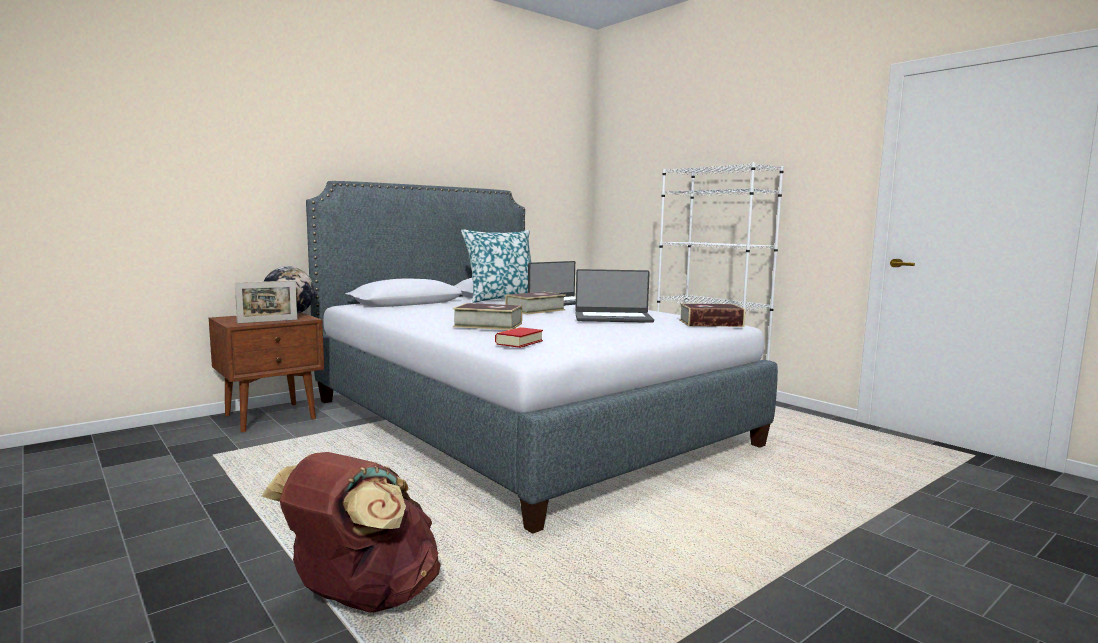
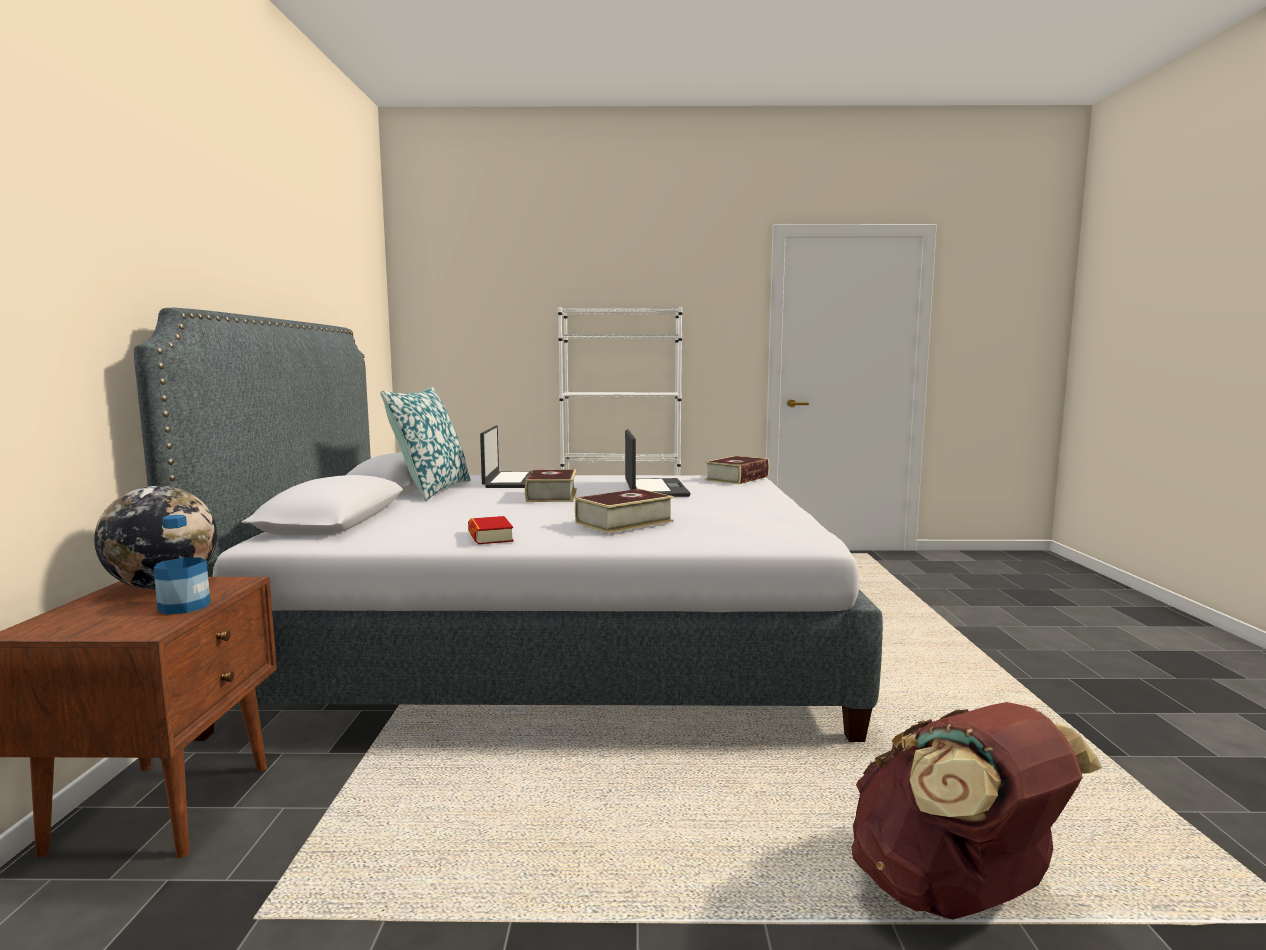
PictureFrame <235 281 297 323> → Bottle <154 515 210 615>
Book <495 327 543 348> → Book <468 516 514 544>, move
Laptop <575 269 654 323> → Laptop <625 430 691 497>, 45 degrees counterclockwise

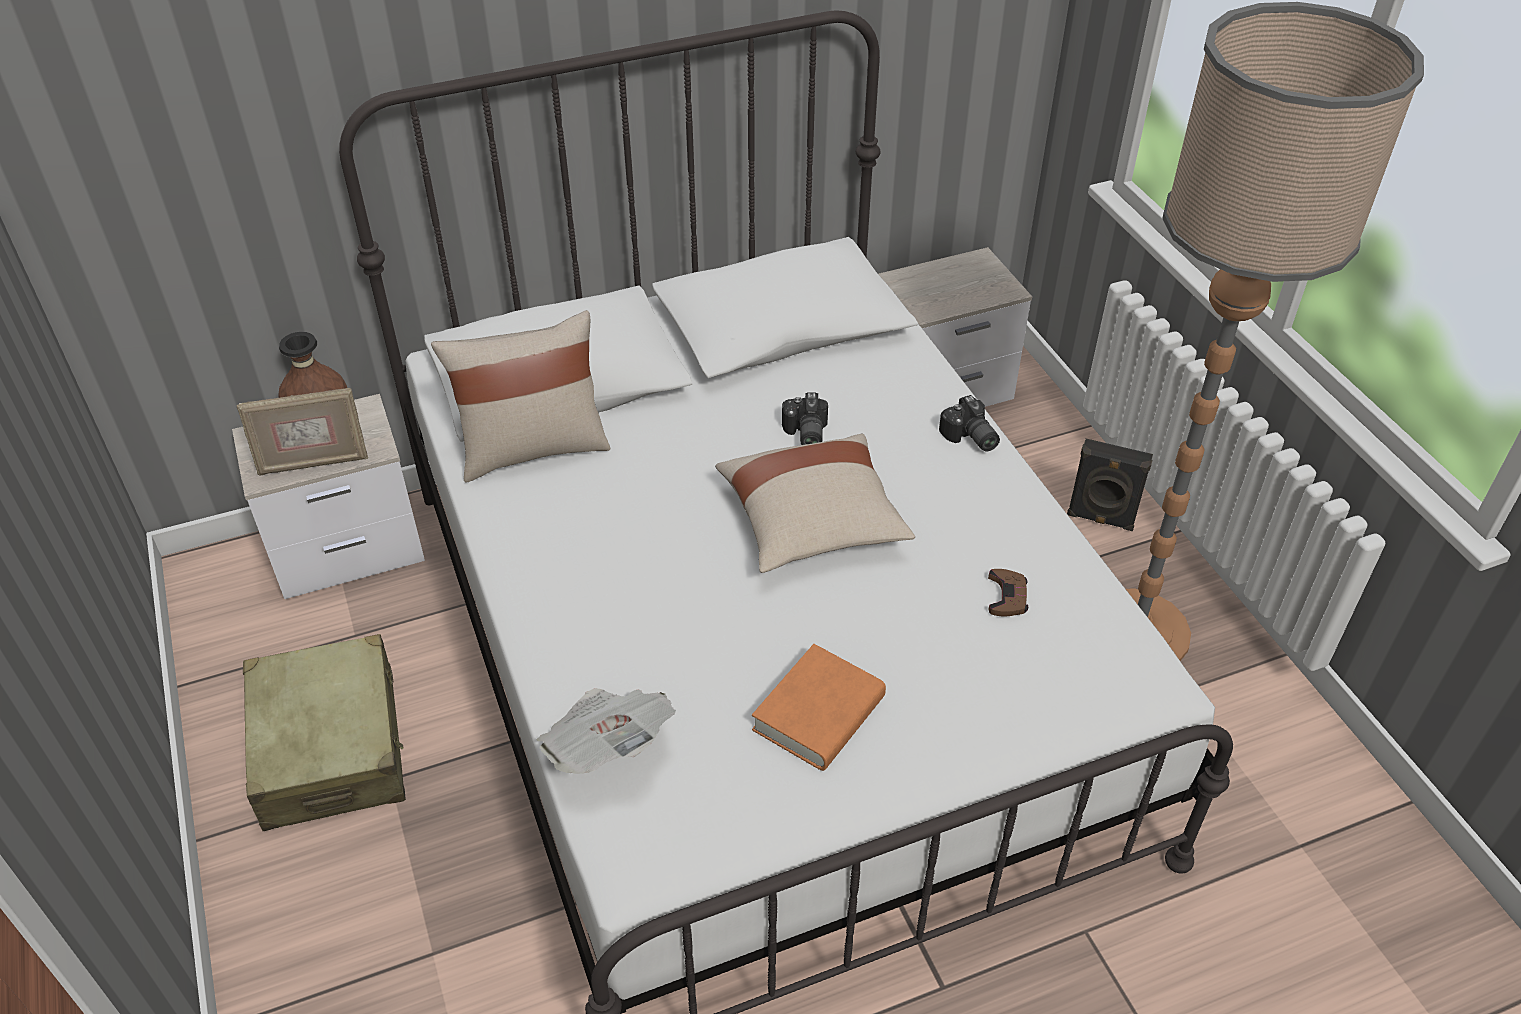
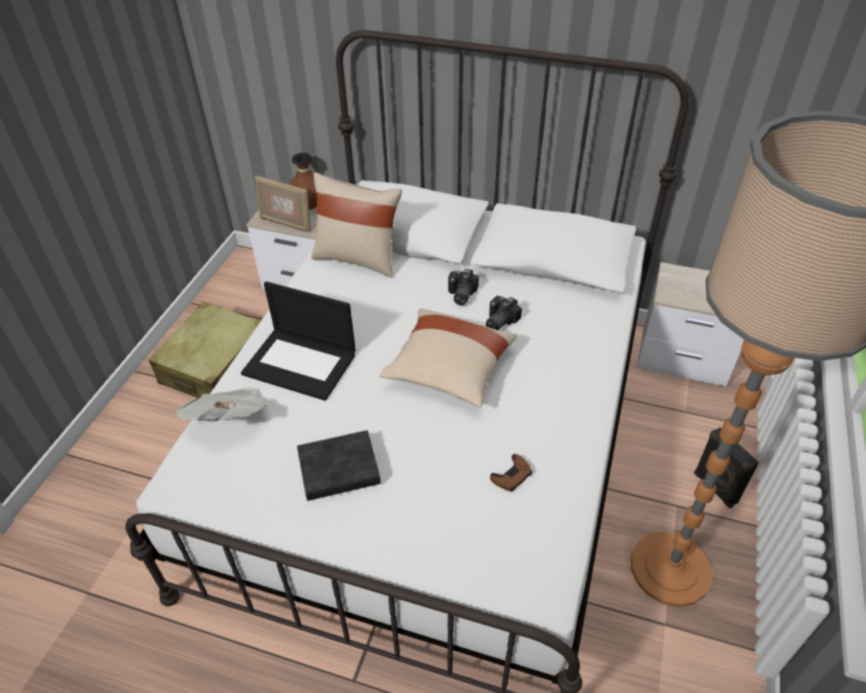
- → Laptop <241 281 356 401>
OrangeBook <752 644 886 771> → BlackBook <297 430 381 501>
PhotoCamera <939 395 1000 452> → PhotoCamera <448 269 479 305>, move

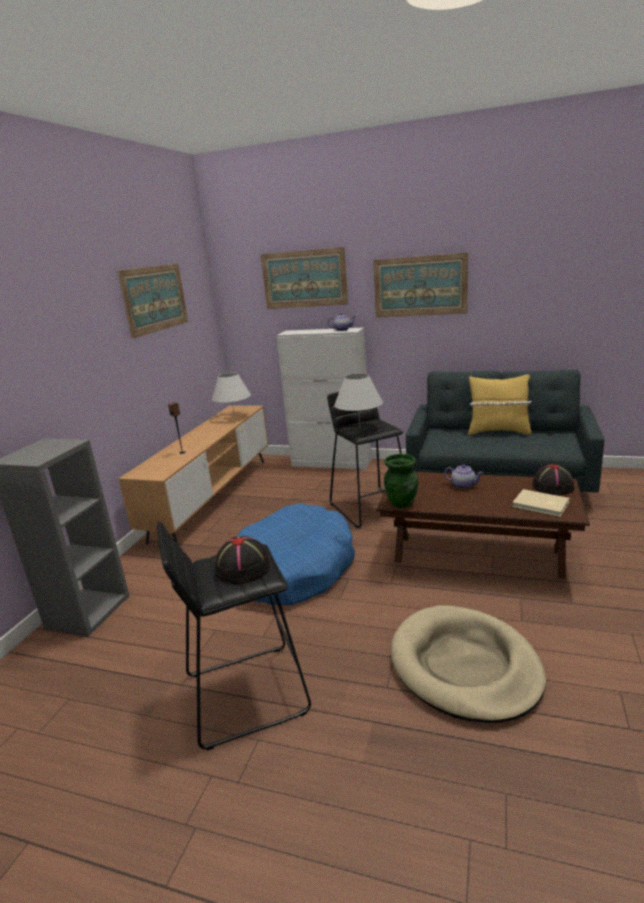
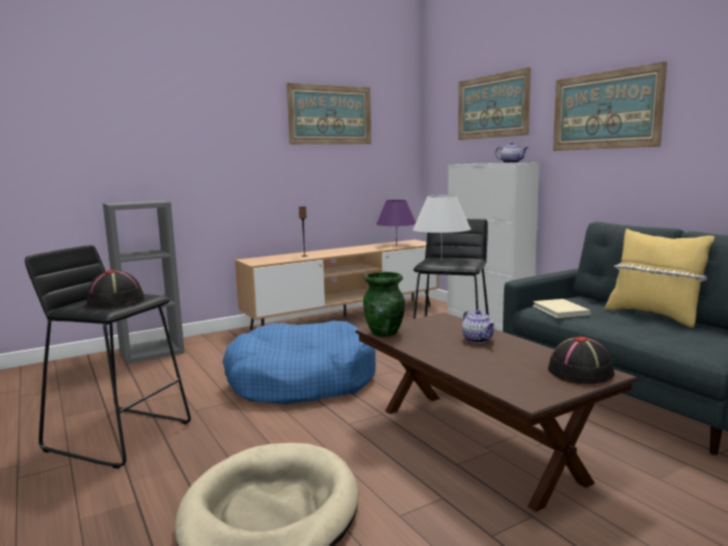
WhiteTableLamp <212 372 251 417> → PurpleTableLamp <376 200 416 246>
BeigeBook <512 489 570 517> → BeigeBook <533 299 591 318>, move

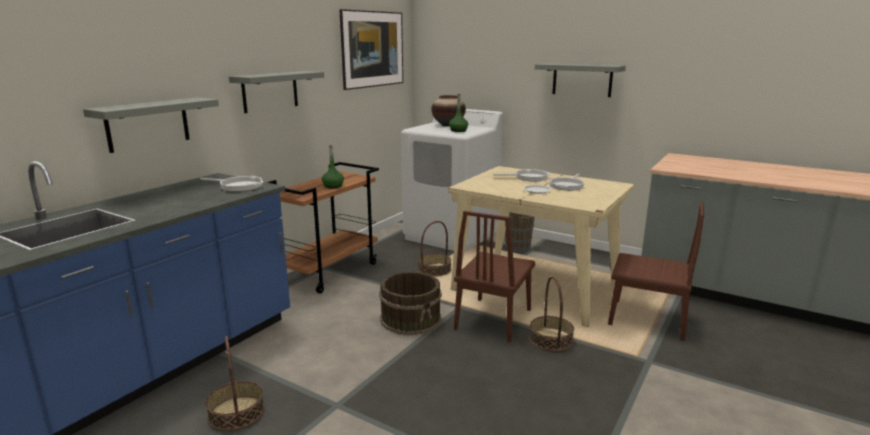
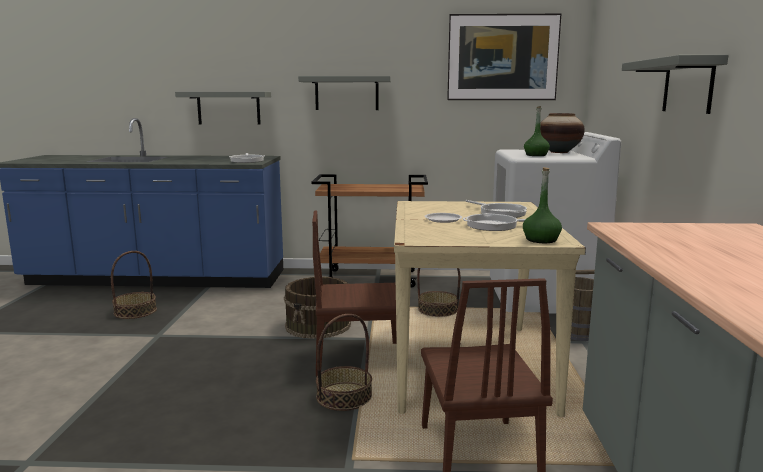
GreenBottle <322 145 344 188> → GreenBottle <523 167 562 243>, move

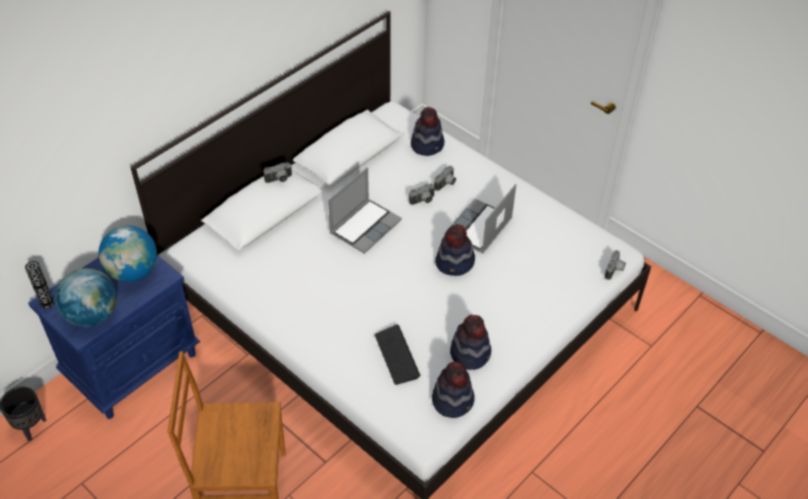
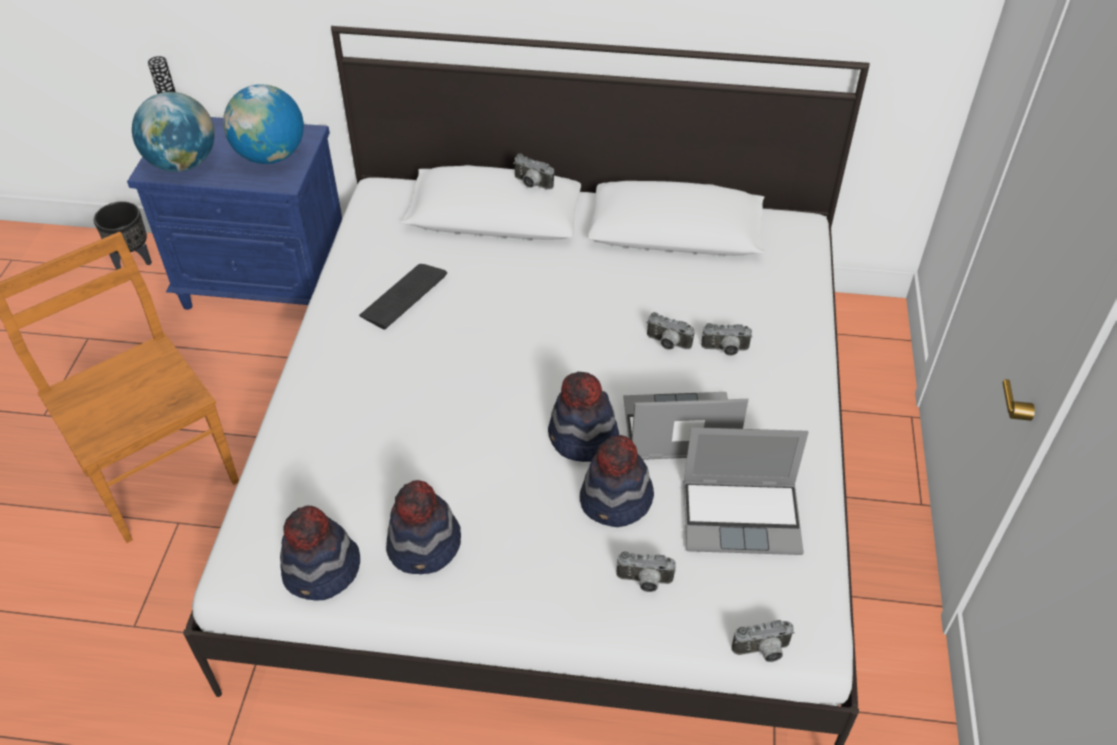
Keyboard <375 325 420 385> → Keyboard <359 264 447 330>, move
Hat <411 107 444 156> → Hat <580 435 654 527>, move
- → PhotoCamera <616 551 676 592>
Laptop <328 168 402 254> → Laptop <683 427 809 555>, move

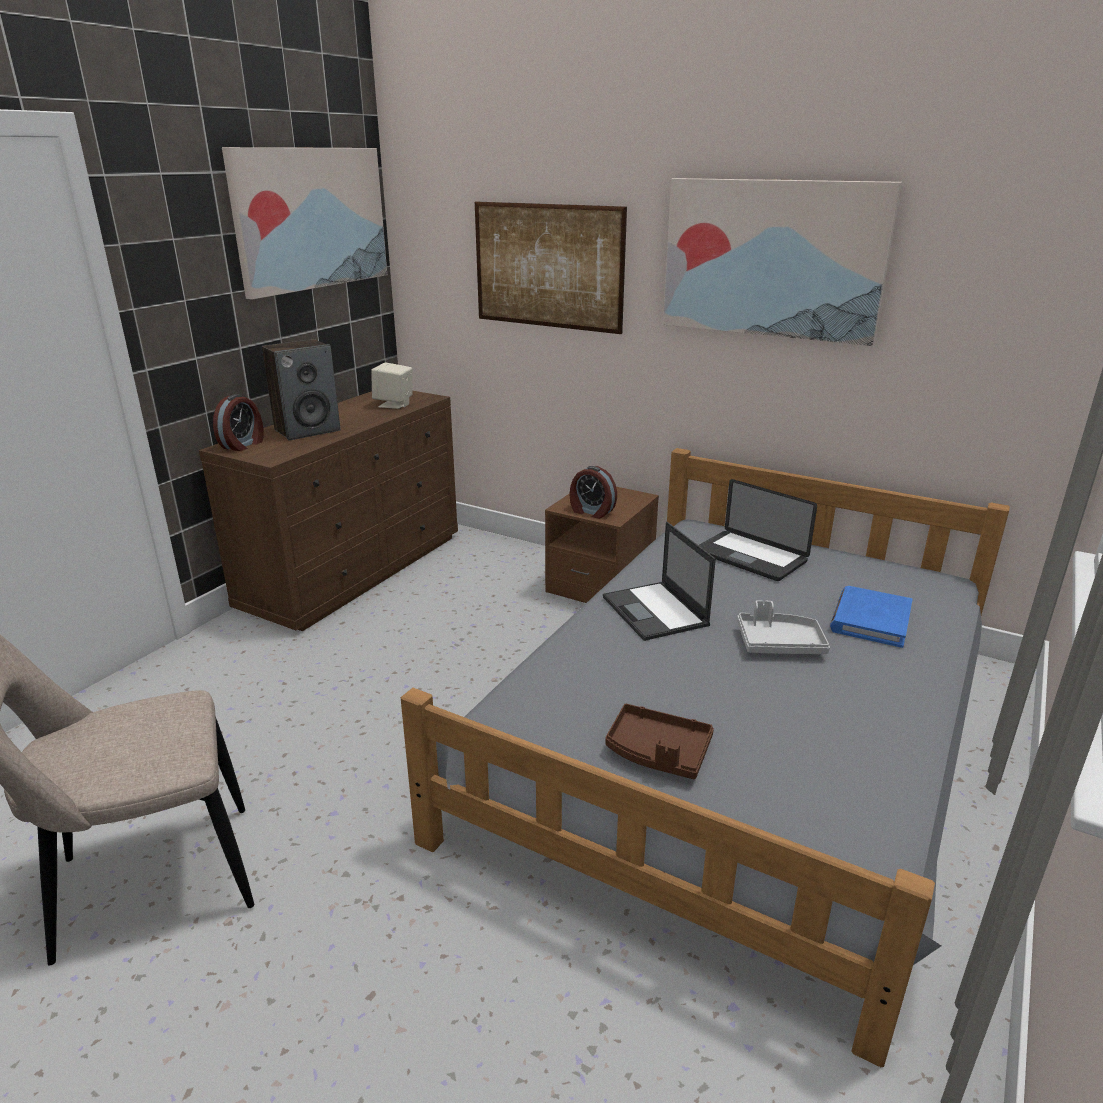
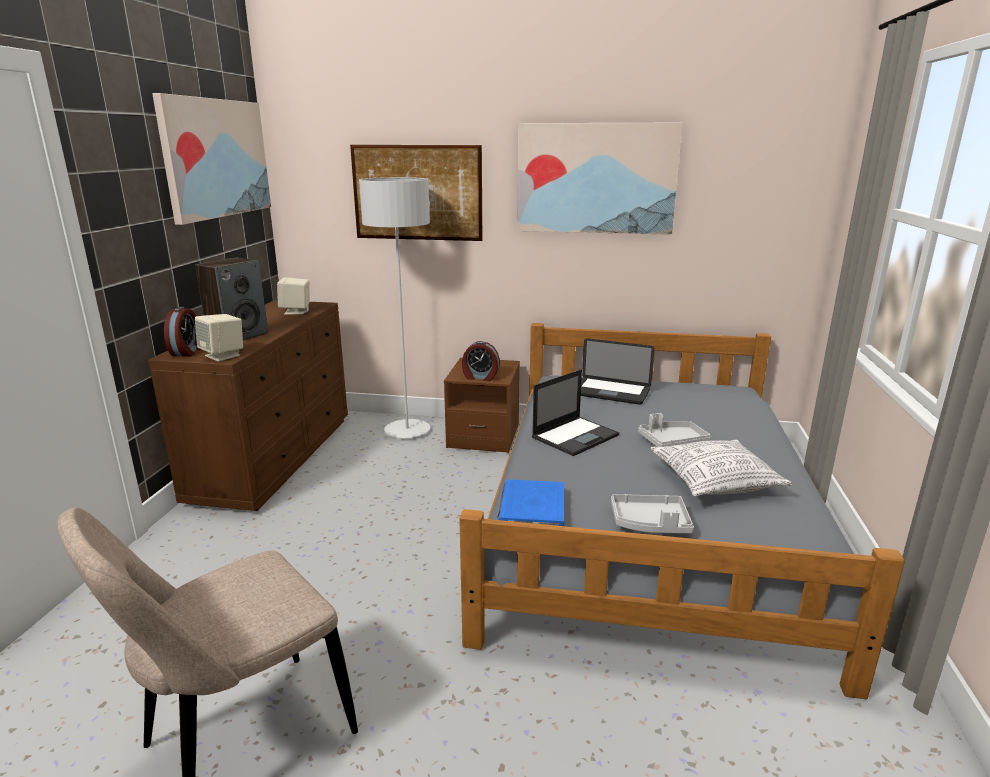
- → BeigeSpeaker <195 314 243 362>
- → GreyFloorLamp <359 177 430 438>
BlueBook <830 586 913 648> → BlueBook <497 479 564 526>, move
Laptop <603 522 716 641> → Laptop <532 369 619 456>, 90 degrees counterclockwise
BrownTray <606 704 714 779> → GreyTray <611 494 694 534>
- → Pillow <650 439 792 496>

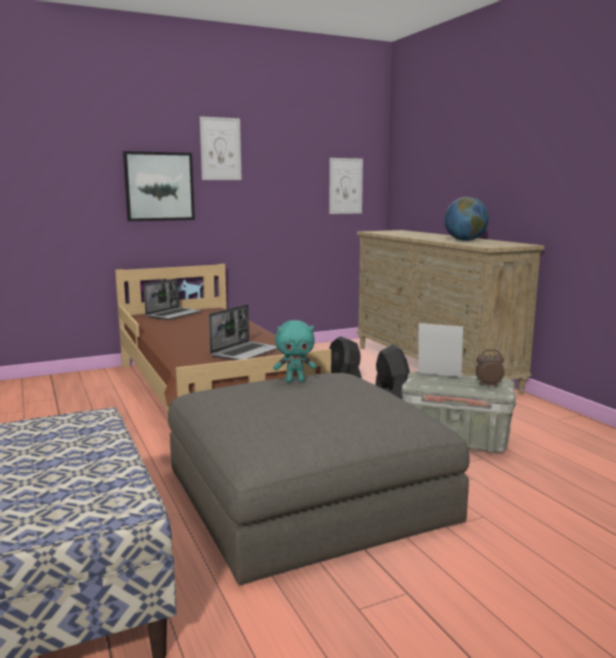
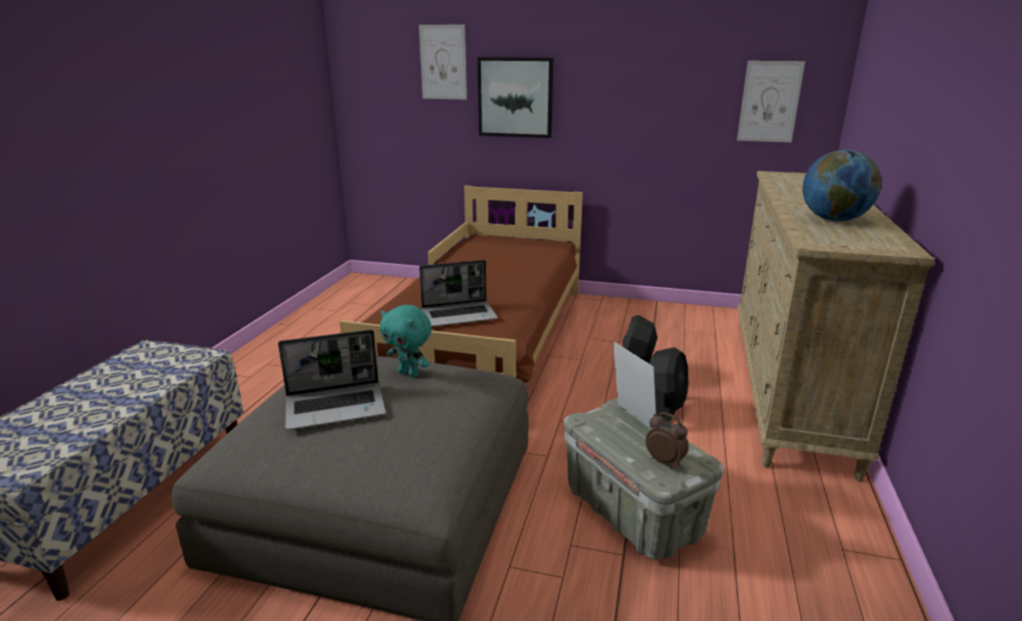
Laptop <144 278 201 320> → Laptop <278 330 386 430>, move
Picture <200 116 242 180> → Picture <419 25 467 100>, move

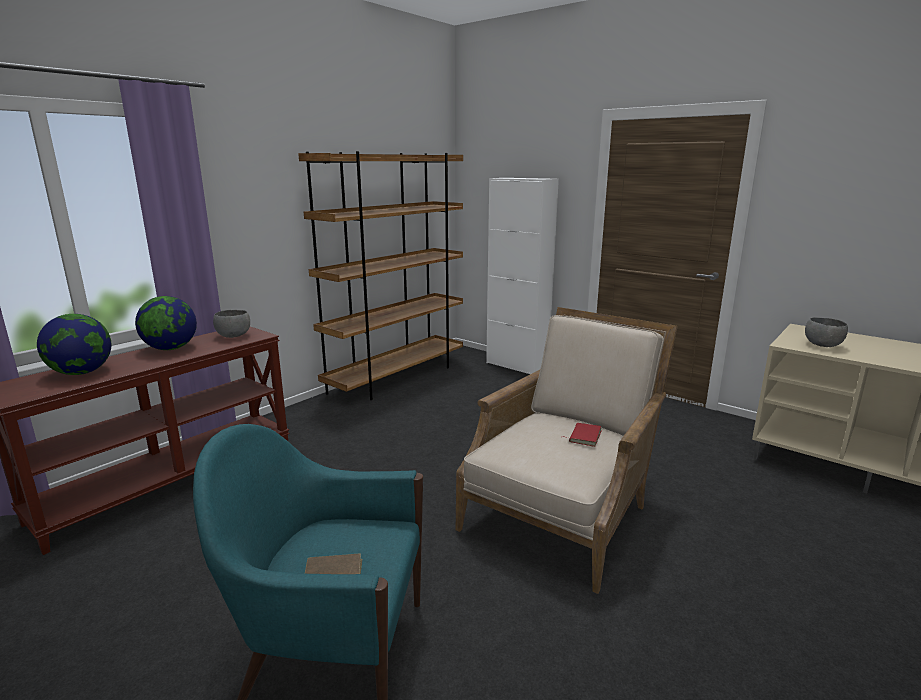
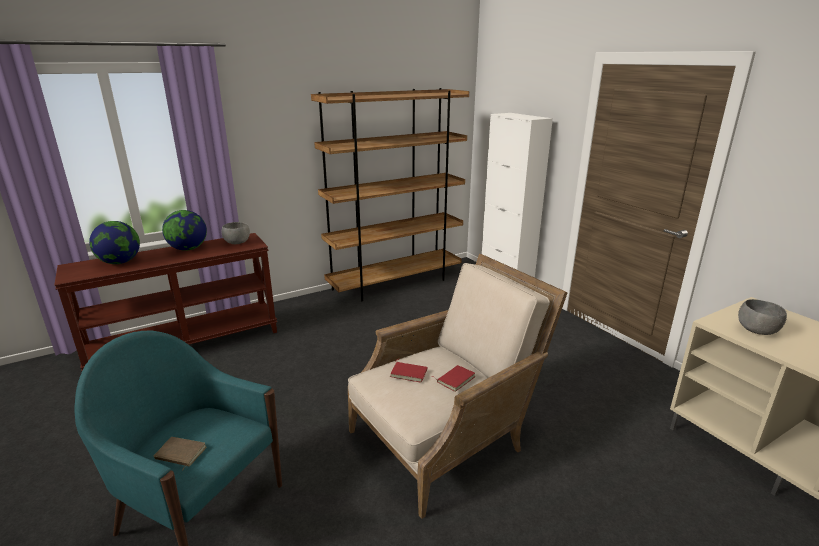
- → RedBook <390 358 427 383>

